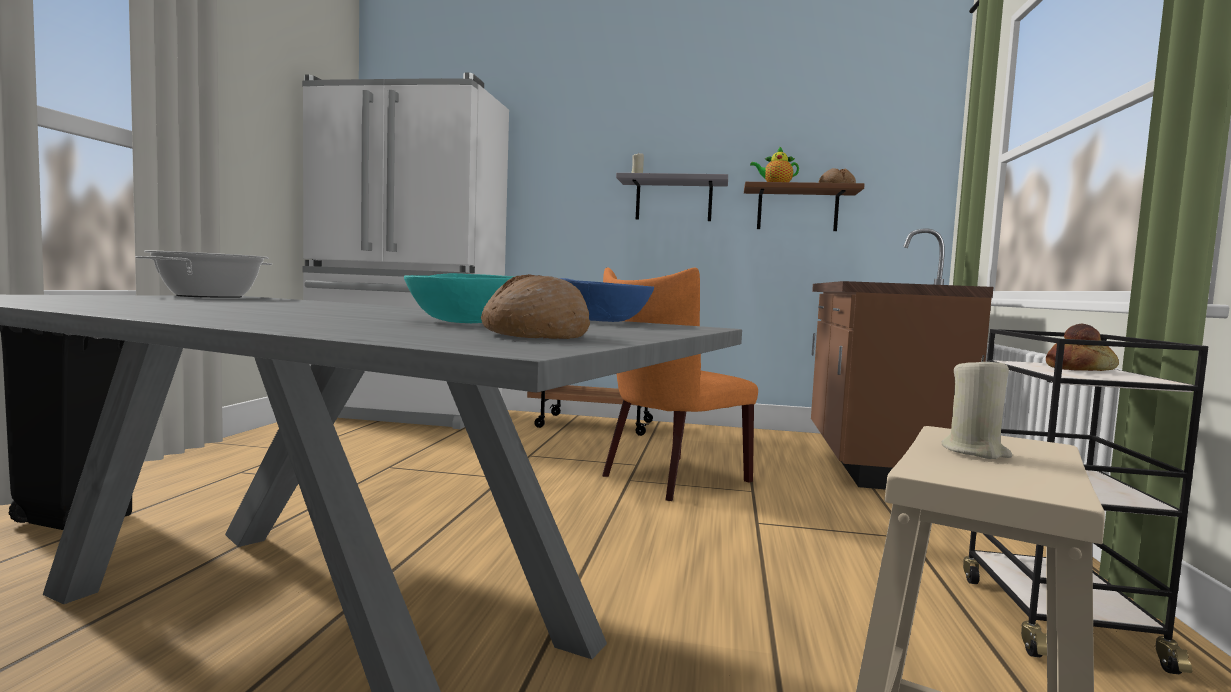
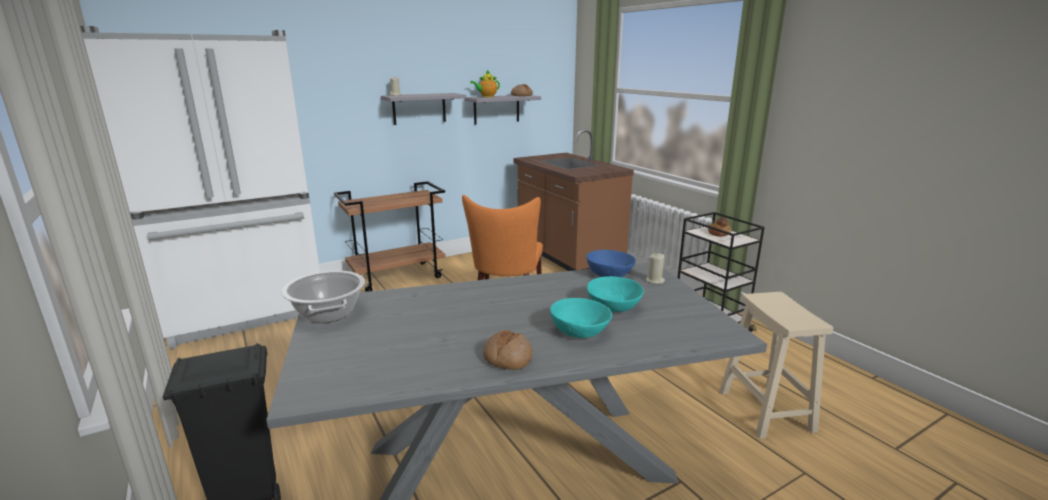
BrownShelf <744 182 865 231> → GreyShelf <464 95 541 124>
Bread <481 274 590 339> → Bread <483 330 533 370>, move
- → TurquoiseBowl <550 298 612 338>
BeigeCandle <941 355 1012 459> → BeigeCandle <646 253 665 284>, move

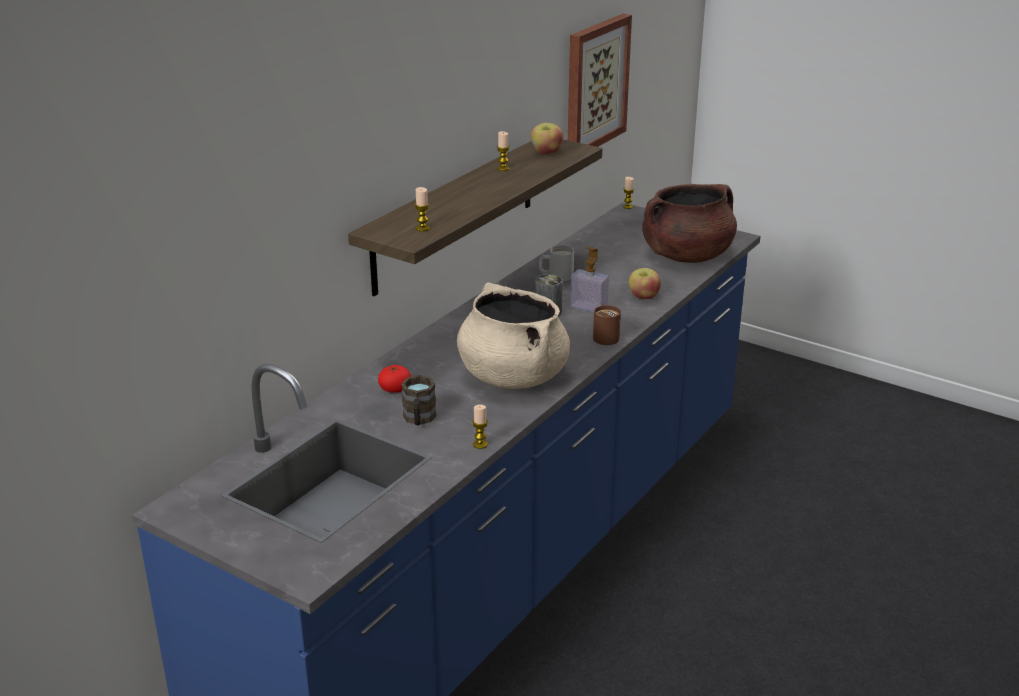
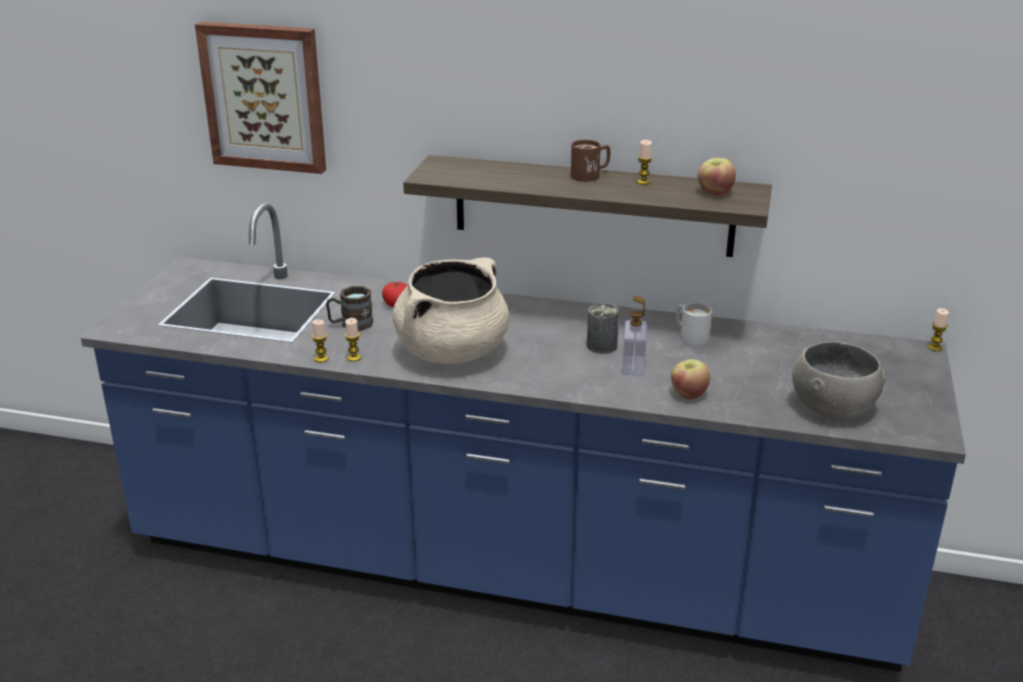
Picture <568 14 632 147> → Picture <195 22 326 174>, move
Candle <415 187 430 231> → Candle <345 318 361 362>, move
BrownMug <593 304 621 345> → BrownMug <571 140 610 182>, move
BrownCookingPot <642 184 737 263> → GreyBowl <792 341 887 419>

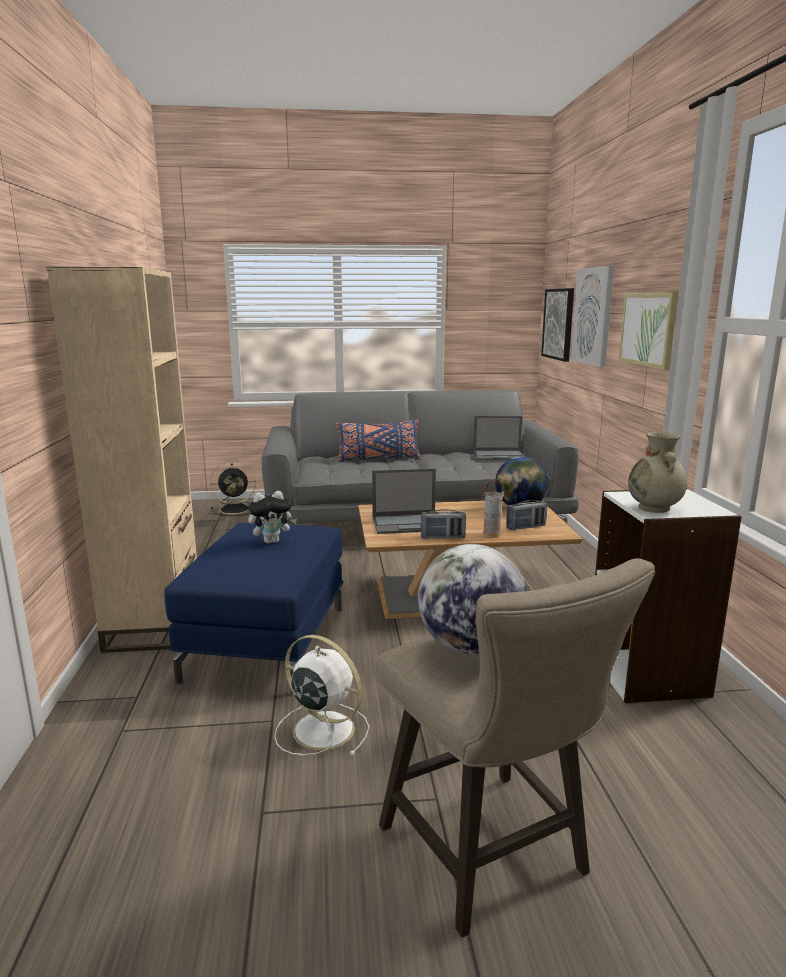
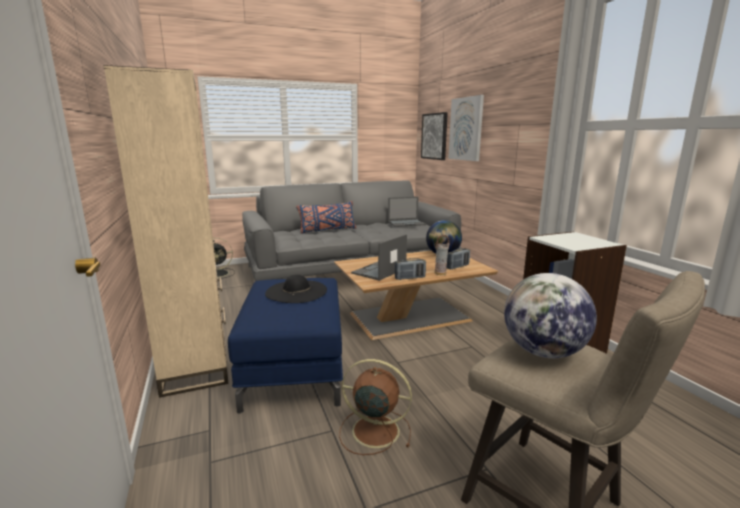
PlushToy <248 491 297 544> → BlackHat <265 274 327 303>
WhiteFan <274 635 369 756> → BrownFan <339 359 412 455>
Laptop <372 468 436 534> → Laptop <351 234 407 281>, 150 degrees clockwise
Picture <619 293 678 370> → -
BeigeVase <628 432 688 513> → -

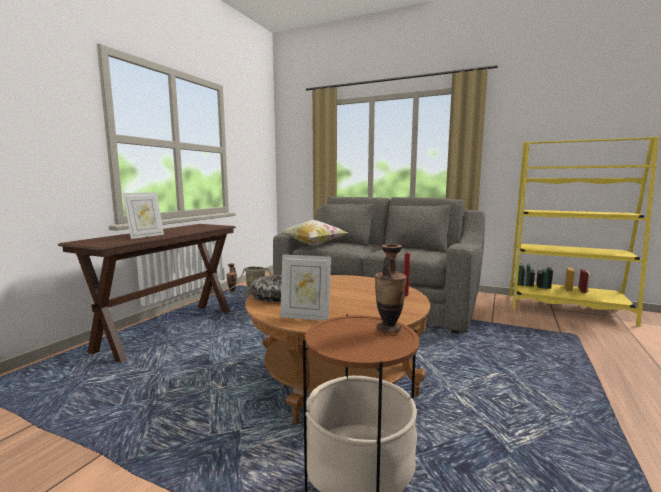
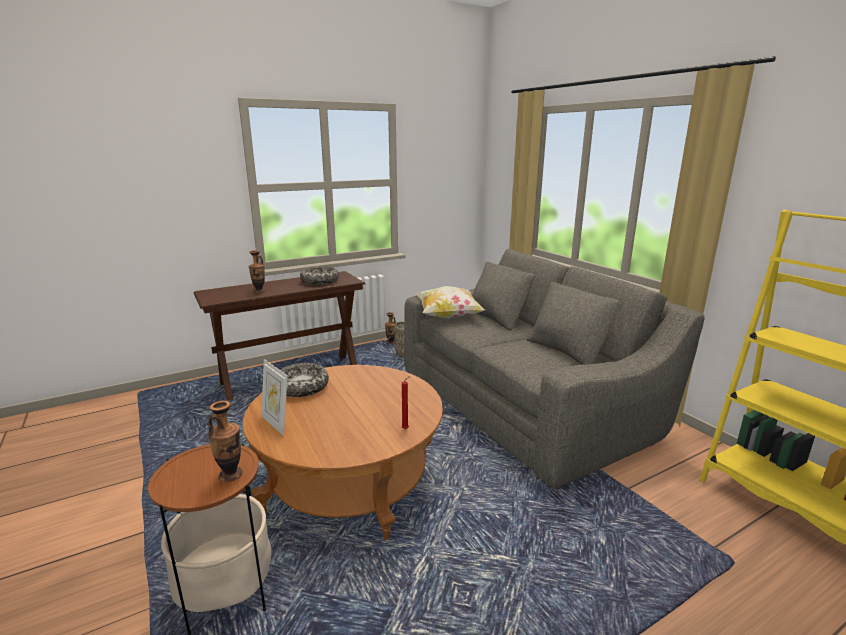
PictureFrame <122 192 164 239> → Vase <249 250 266 293>
- → Bowl <300 266 339 285>

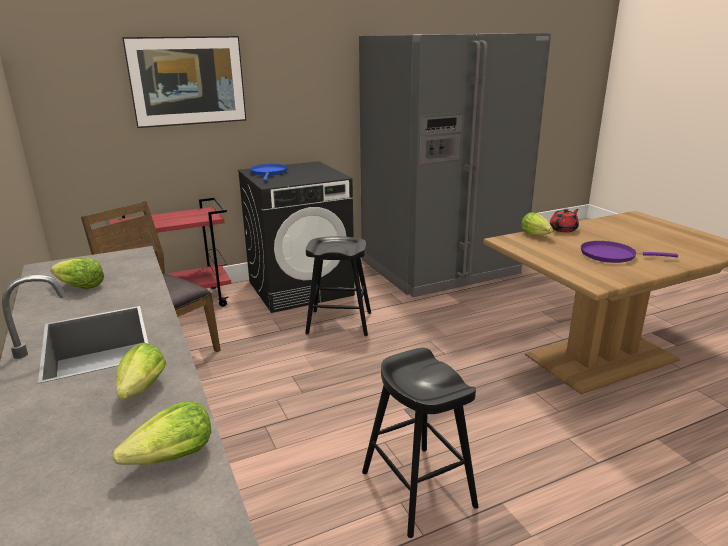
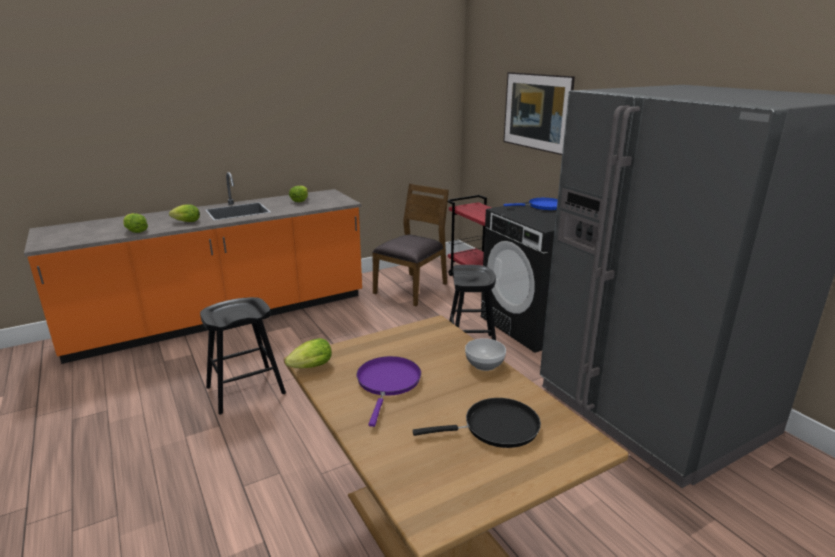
Lettuce <521 212 553 236> → Lettuce <285 338 332 368>, move
- → BlackFryingPan <413 398 541 448>
RedTeapot <550 209 579 233> → Bowl <465 338 506 371>

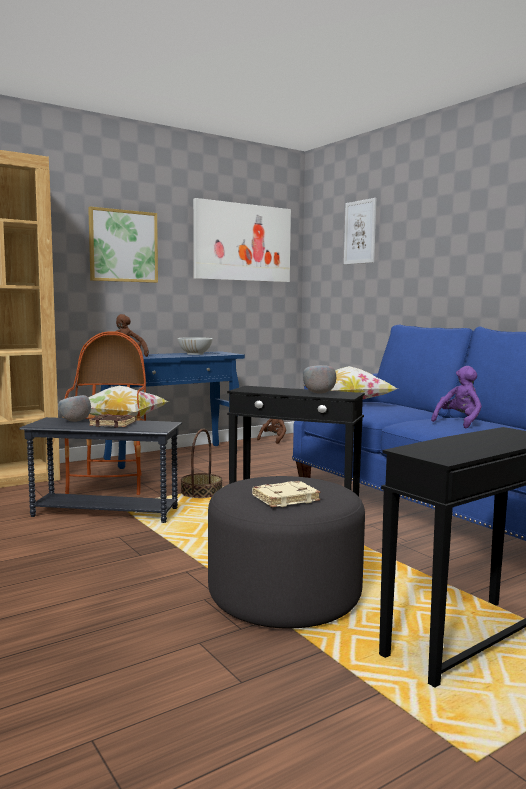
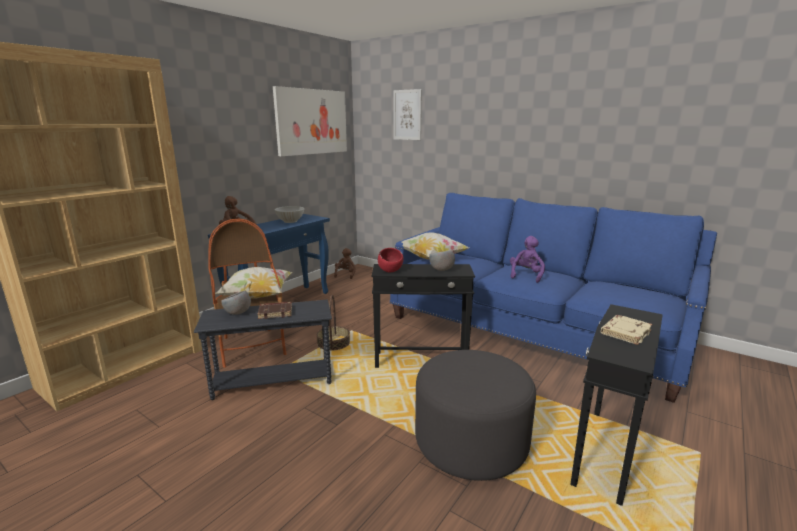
- → RedBowl <378 248 403 272>
BeigeBook <252 481 321 507> → BeigeBook <601 315 652 345>, move
Picture <88 206 158 283> → -

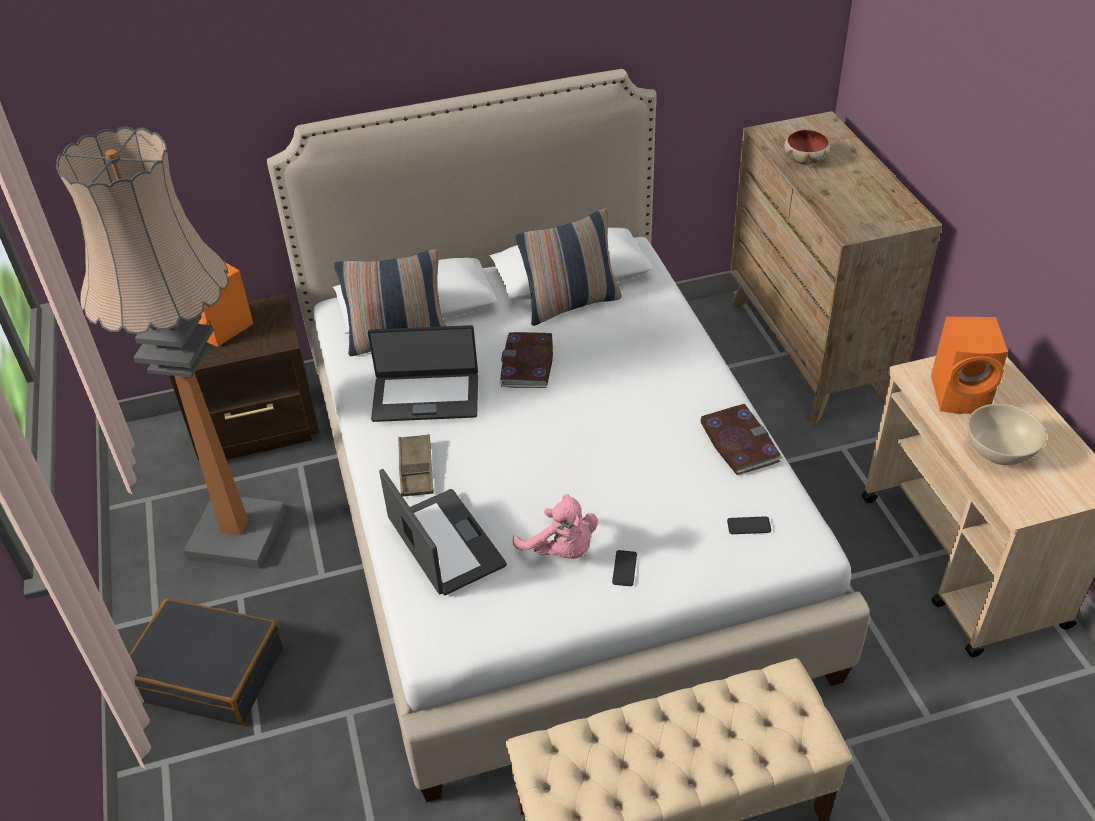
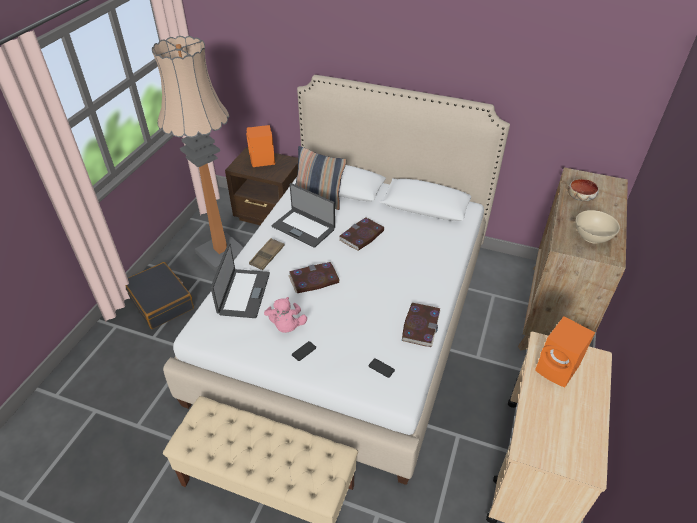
- → Book <288 262 340 293>
BeigeBowl <968 404 1047 465> → BeigeBowl <576 210 620 244>, move
Pillow <515 208 622 326> → -

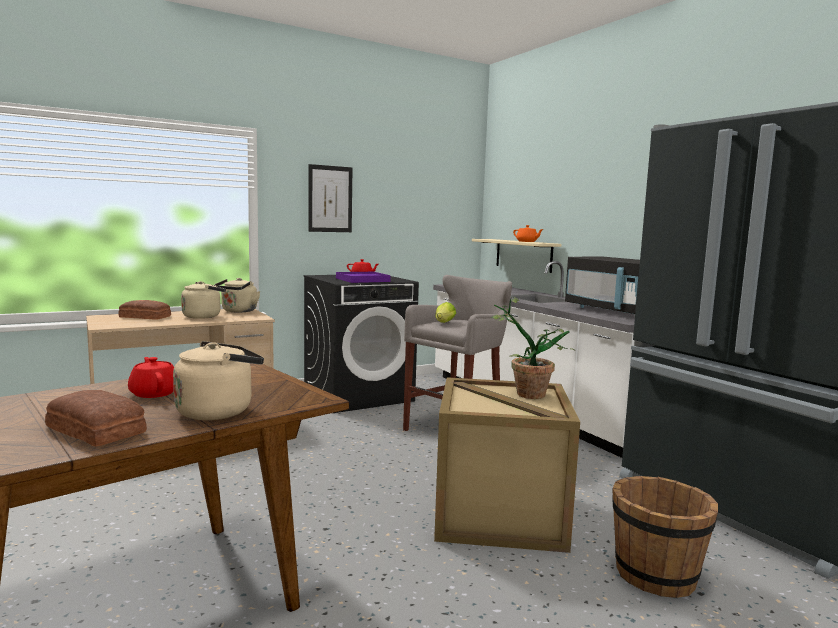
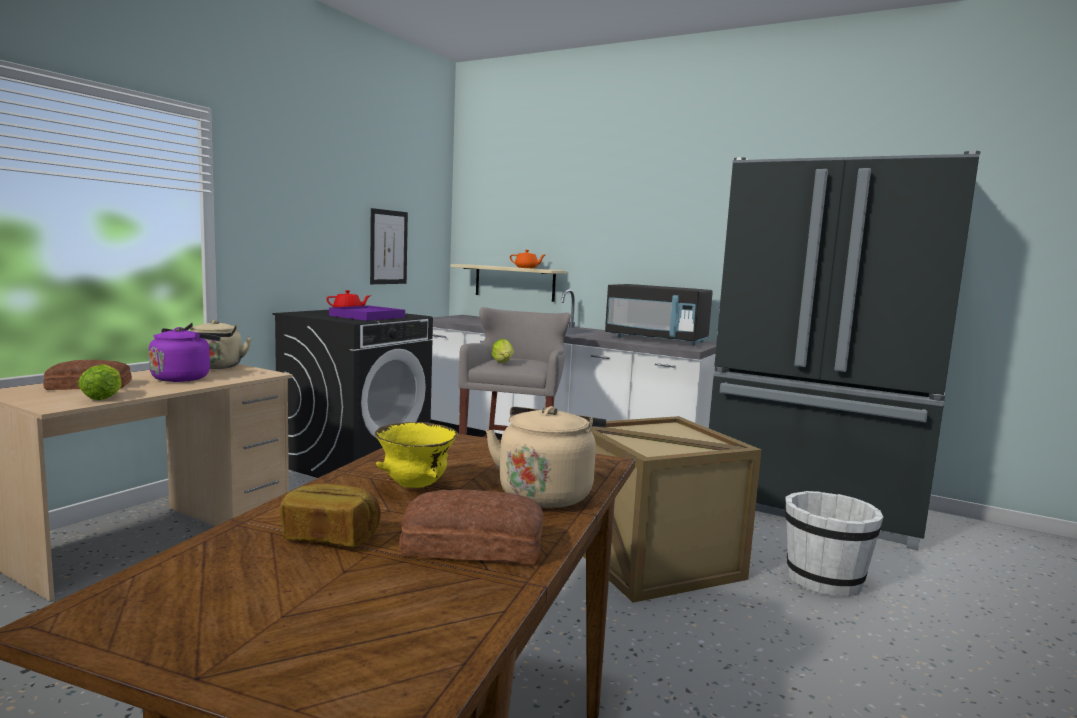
- → Lettuce <78 364 122 400>
BeigeKettle <181 281 226 319> → PurpleKettle <149 327 221 382>
- → Bread <280 484 381 547>
Picture <308 164 352 232> → Picture <370 208 408 284>, move
RedTeapot <128 357 174 398> → YellowBowl <375 422 457 488>
BrownBucket <612 476 718 598> → WhiteBucket <785 491 883 596>
PottedPlant <491 297 575 399> → -

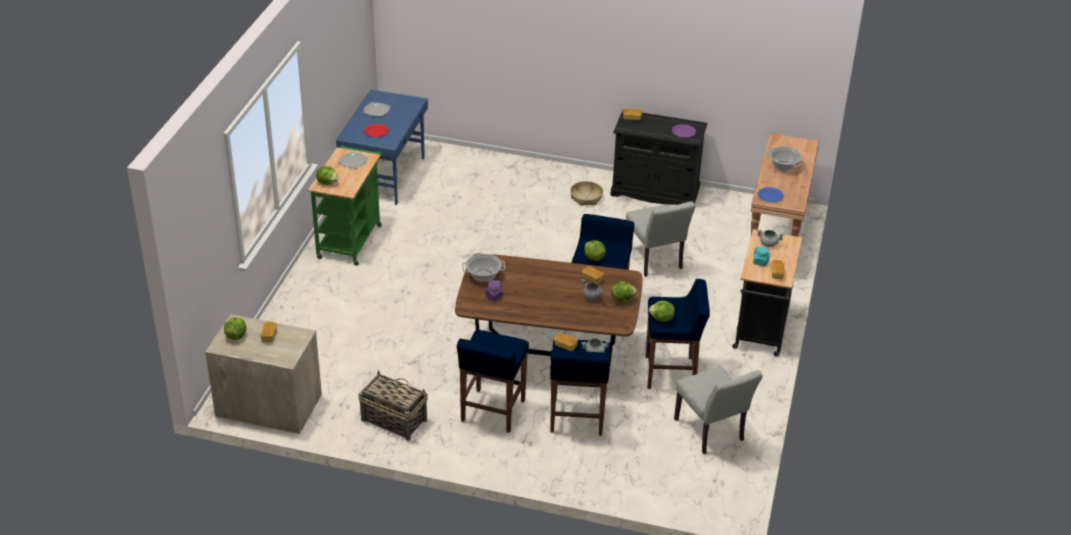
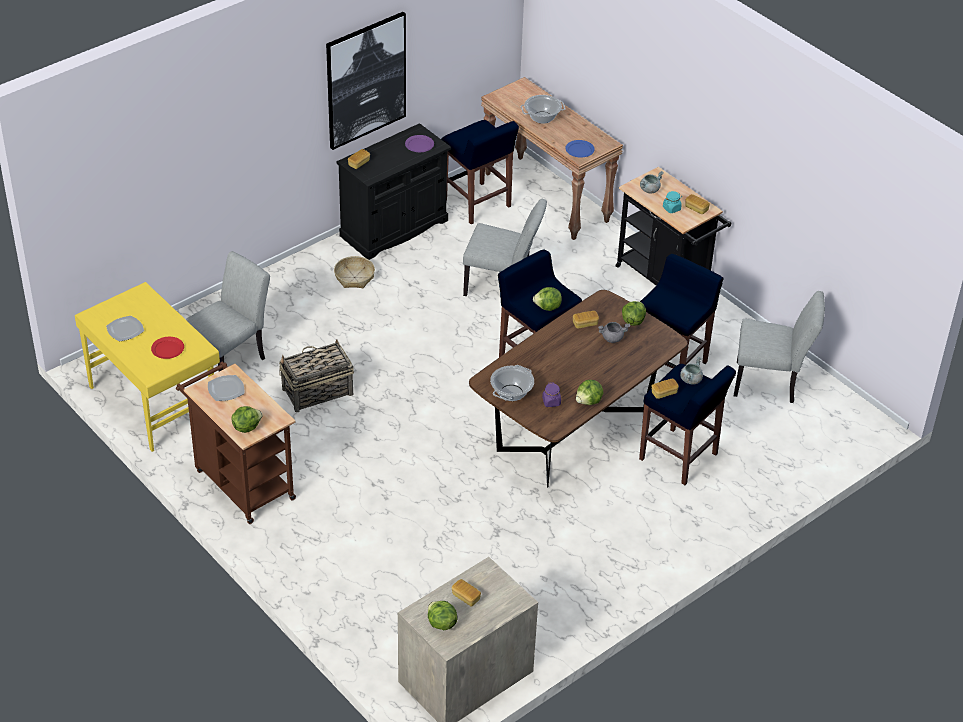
BlueDesk <336 90 428 205> → YellowDesk <75 282 220 452>
GreenCart <308 145 382 266> → BrownCart <176 362 296 524>
- → GreyChair <185 251 270 371>
Basket <358 370 428 441> → Basket <279 339 354 412>, move
- → Picture <326 12 406 150>
BlueStool <457 330 529 433> → BlueStool <441 120 519 224>, move
Lettuce <649 301 675 322> → Lettuce <576 380 603 405>, move

